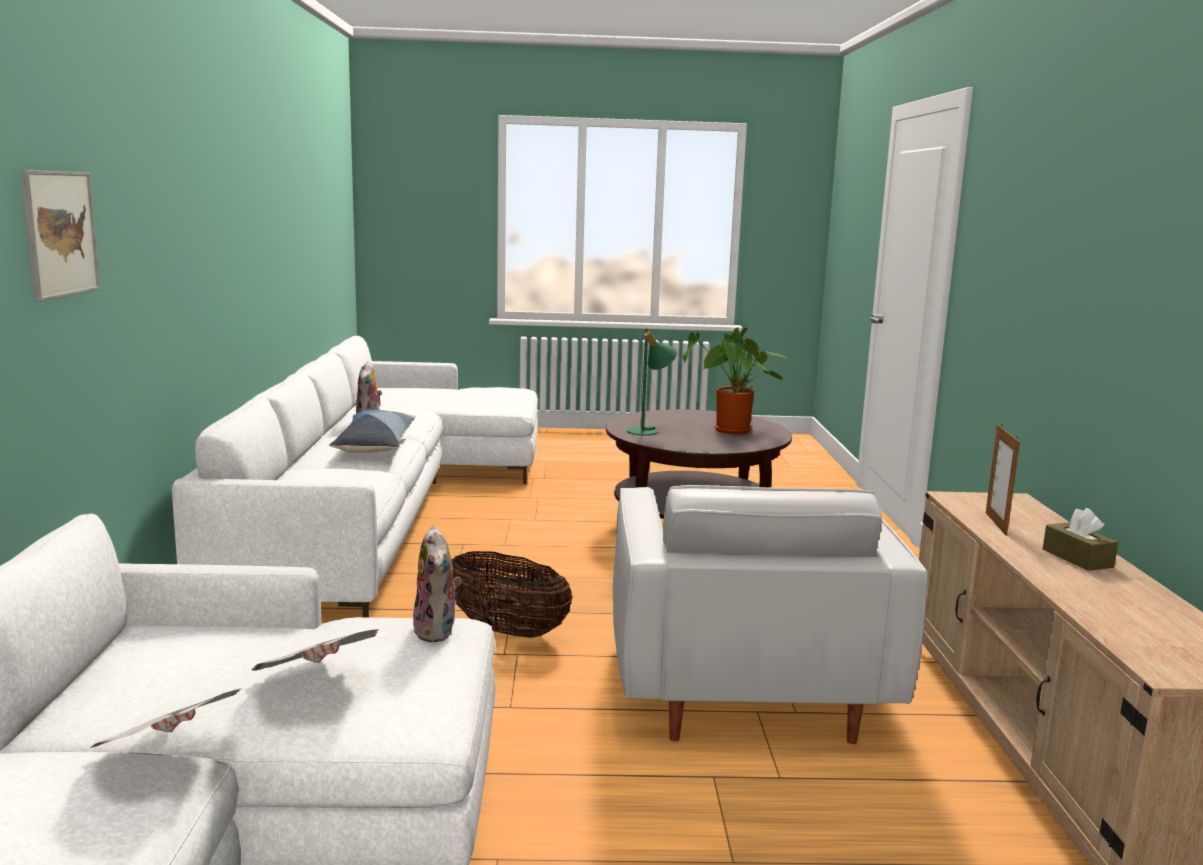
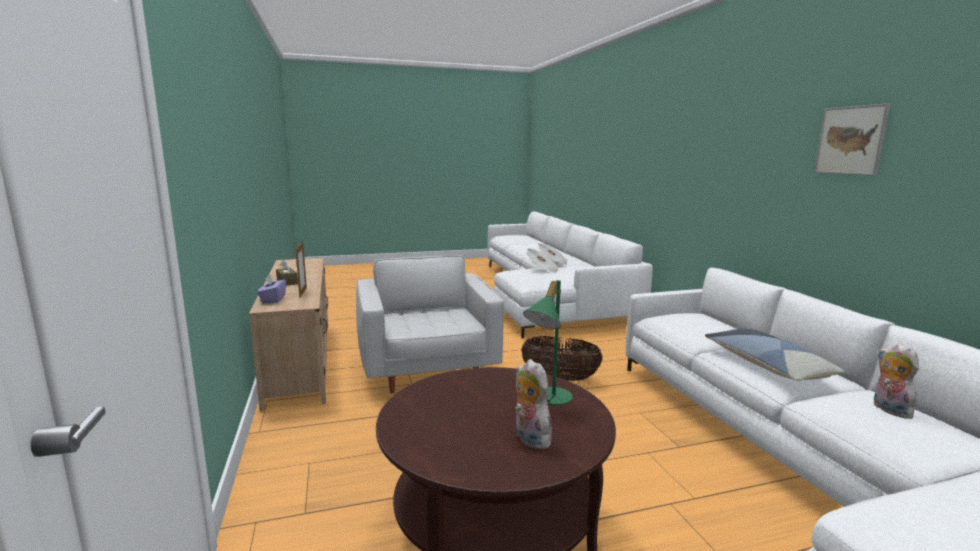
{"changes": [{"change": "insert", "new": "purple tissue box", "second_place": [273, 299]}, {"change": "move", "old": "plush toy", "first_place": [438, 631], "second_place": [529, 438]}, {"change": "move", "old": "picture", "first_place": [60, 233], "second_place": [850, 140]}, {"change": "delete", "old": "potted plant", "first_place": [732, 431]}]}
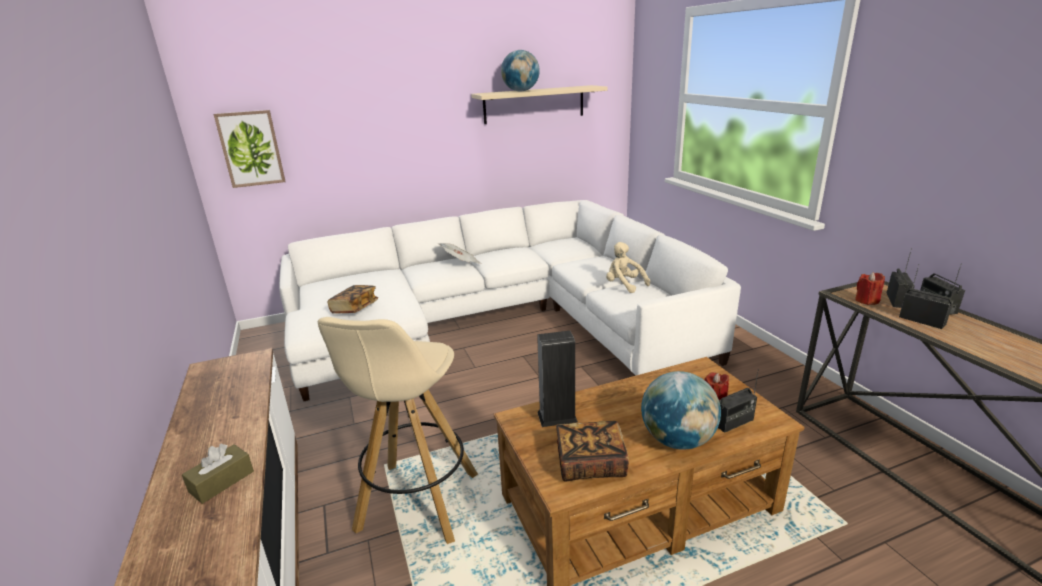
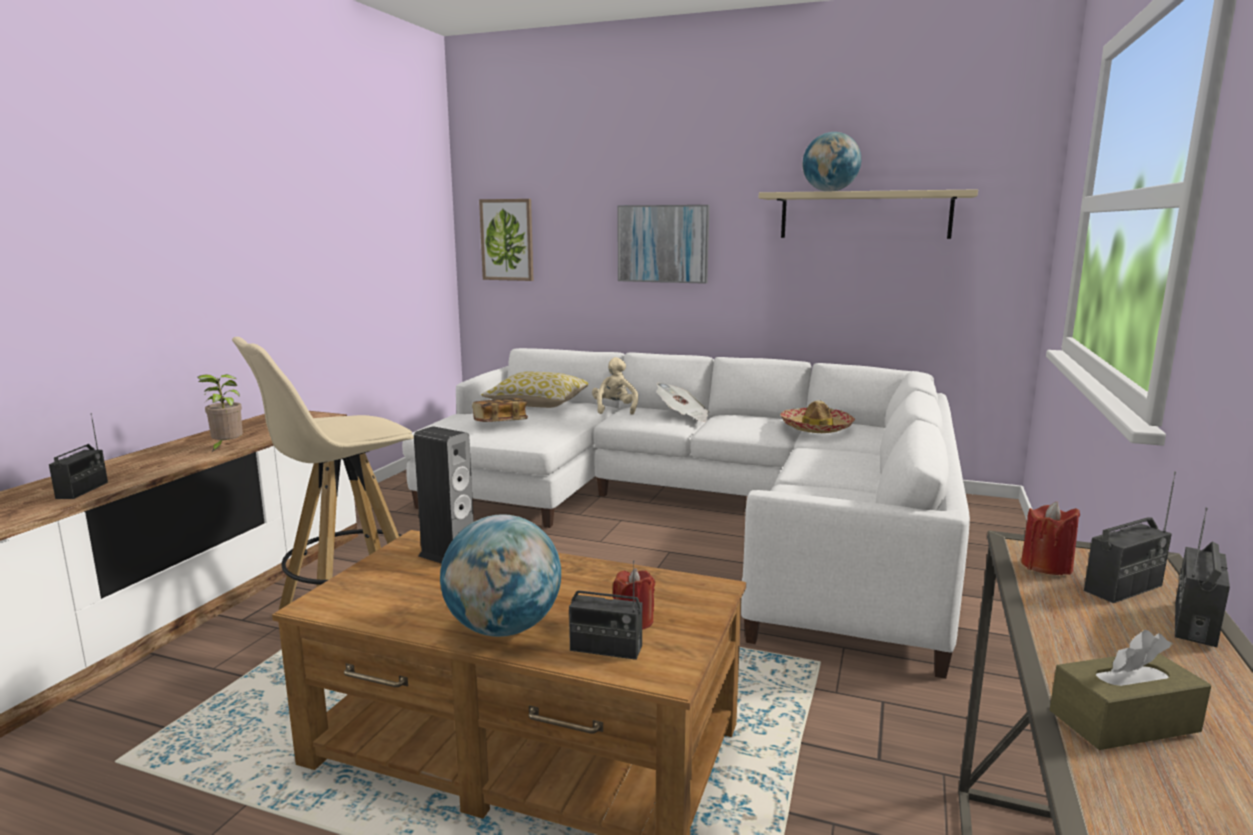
{"changes": [{"change": "move", "old": "radio", "first_place": [922, 320], "second_place": [82, 490]}, {"change": "insert", "new": "potted plant", "second_place": [226, 448]}, {"change": "insert", "new": "pillow", "second_place": [538, 404]}, {"change": "move", "old": "beige plush toy", "first_place": [624, 285], "second_place": [615, 409]}, {"change": "insert", "new": "picture", "second_place": [663, 244]}, {"change": "insert", "new": "hat", "second_place": [816, 428]}, {"change": "move", "old": "brown tissue box", "first_place": [221, 481], "second_place": [1123, 721]}, {"change": "delete", "old": "book", "first_place": [590, 464]}]}
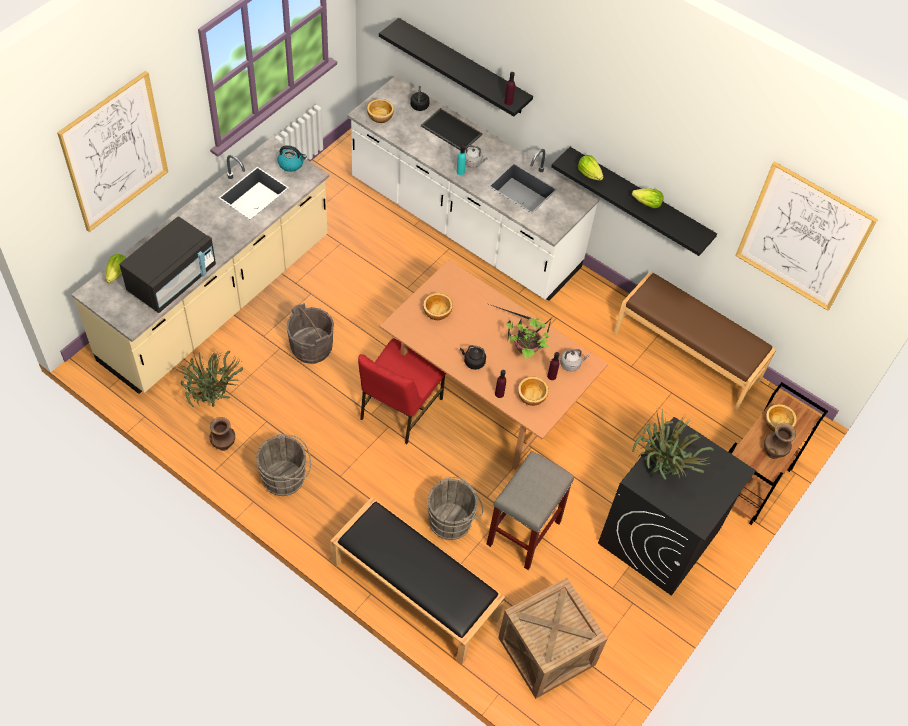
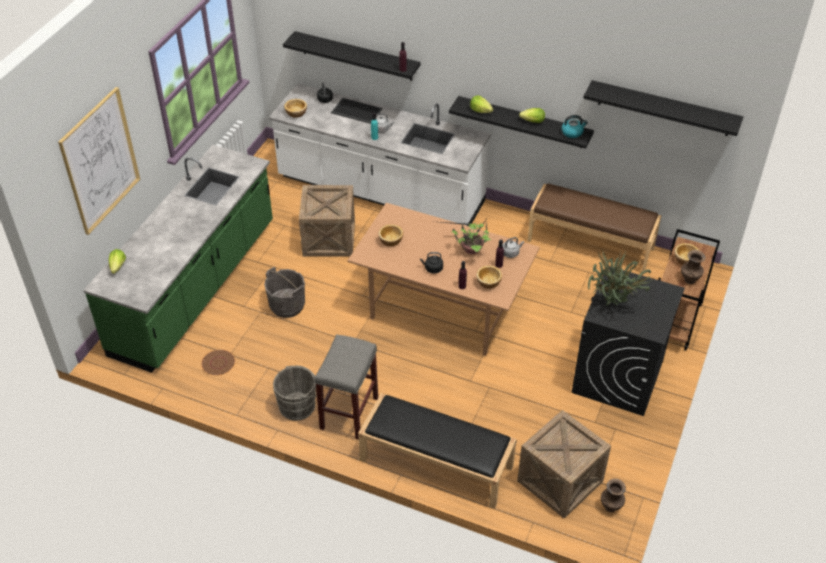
{"changes": [{"change": "recolor", "old": "beige counter", "new": "green counter", "first_place": [217, 299], "second_place": [196, 288]}, {"change": "replace", "old": "potted plant", "new": "brown plate", "first_place": [214, 401], "second_place": [218, 363]}, {"change": "insert", "new": "crate", "second_place": [329, 239]}, {"change": "move", "old": "grey stool", "first_place": [523, 534], "second_place": [349, 414]}, {"change": "move", "old": "kettle", "first_place": [291, 164], "second_place": [572, 132]}, {"change": "replace", "old": "picture", "new": "black shelf", "first_place": [803, 237], "second_place": [664, 108]}, {"change": "move", "old": "brown vase", "first_place": [224, 445], "second_place": [611, 506]}, {"change": "delete", "old": "black microwave", "first_place": [172, 280]}, {"change": "delete", "old": "red chair", "first_place": [399, 409]}, {"change": "delete", "old": "grey bucket", "first_place": [452, 520]}]}
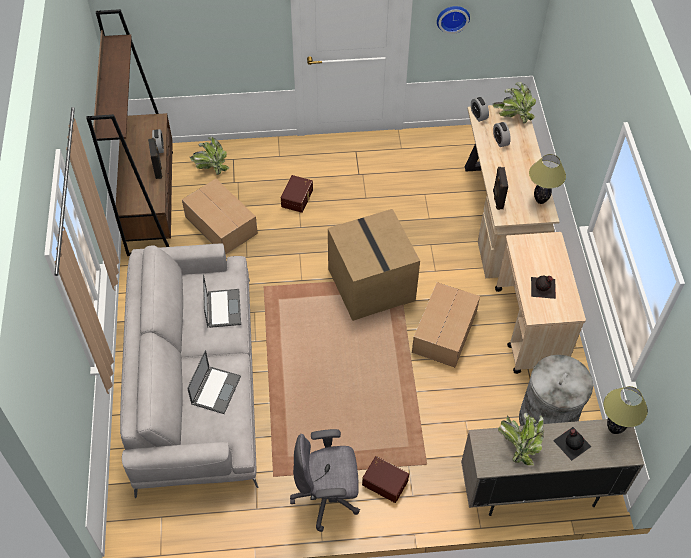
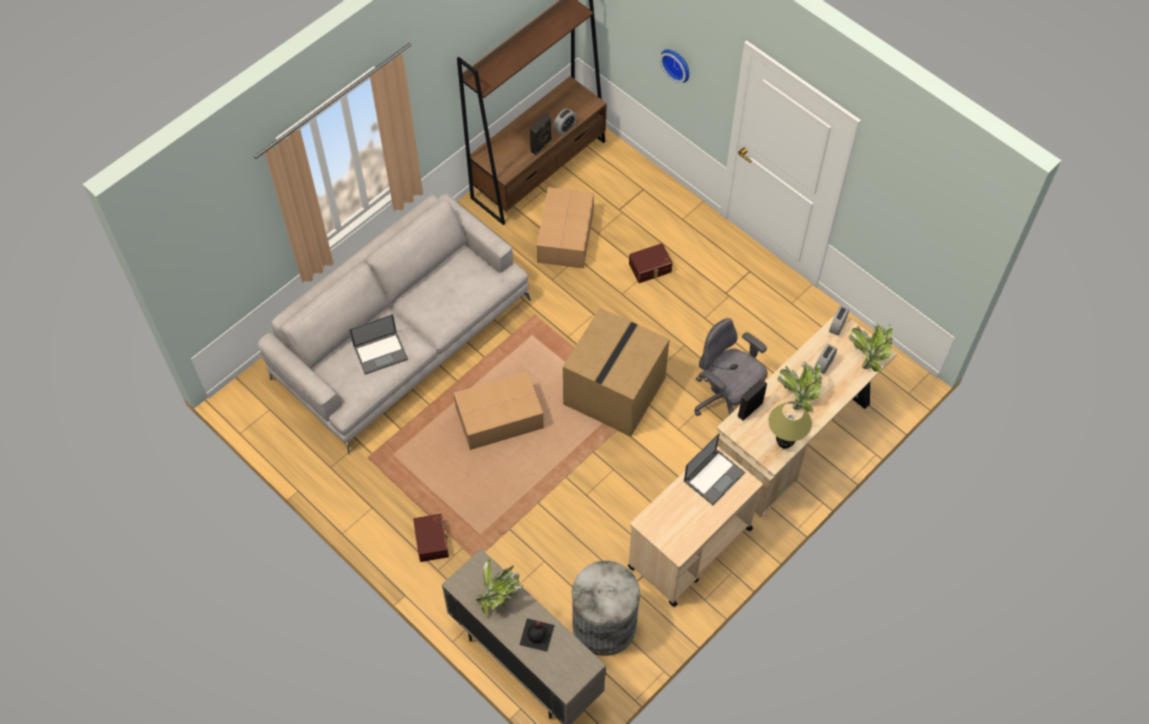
{"changes": [{"change": "move", "old": "cardboard box", "first_place": [445, 331], "second_place": [501, 418]}, {"change": "move", "old": "wall clock", "first_place": [452, 17], "second_place": [677, 64]}, {"change": "move", "old": "laptop", "first_place": [223, 308], "second_place": [714, 476]}, {"change": "move", "old": "grey office chair", "first_place": [327, 497], "second_place": [725, 399]}, {"change": "move", "old": "potted plant", "first_place": [211, 166], "second_place": [798, 393]}, {"change": "delete", "old": "black bottle", "first_place": [543, 288]}, {"change": "delete", "old": "table lamp", "first_place": [614, 429]}]}
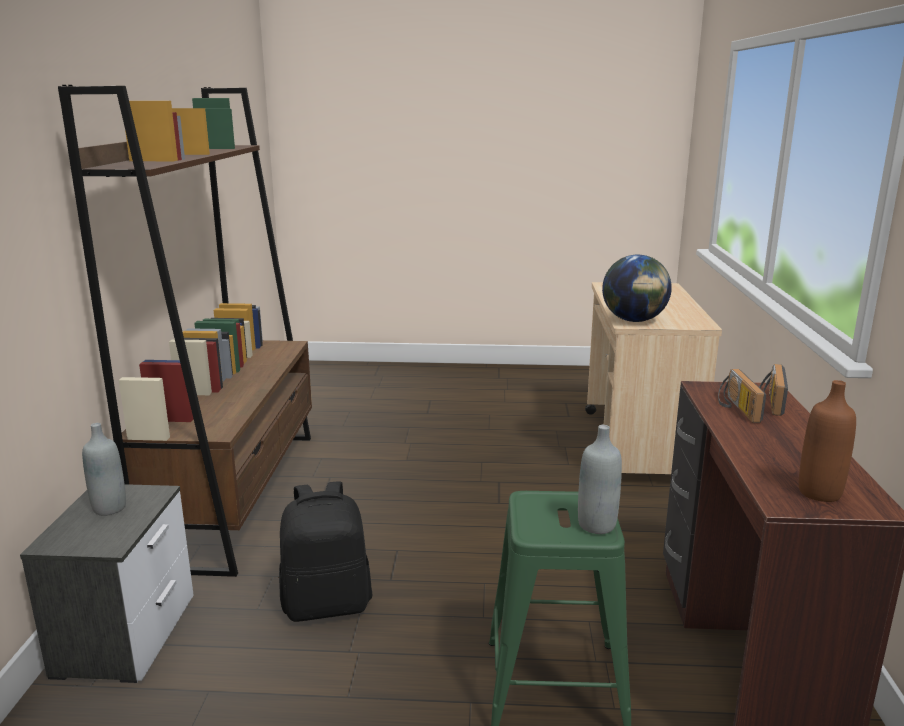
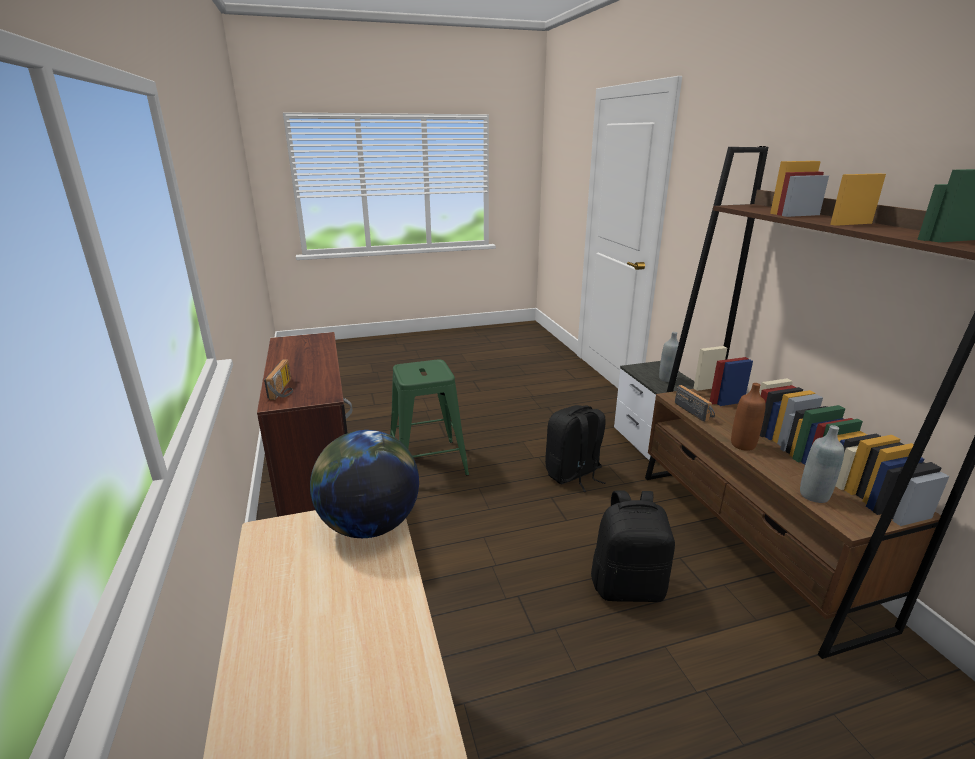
{"changes": [{"change": "insert", "new": "black backpack", "second_place": [628, 586]}, {"change": "move", "old": "radio", "first_place": [735, 408], "second_place": [695, 411]}, {"change": "move", "old": "brown bottle", "first_place": [819, 493], "second_place": [742, 445]}, {"change": "move", "old": "grey bottle", "first_place": [597, 525], "second_place": [814, 495]}]}
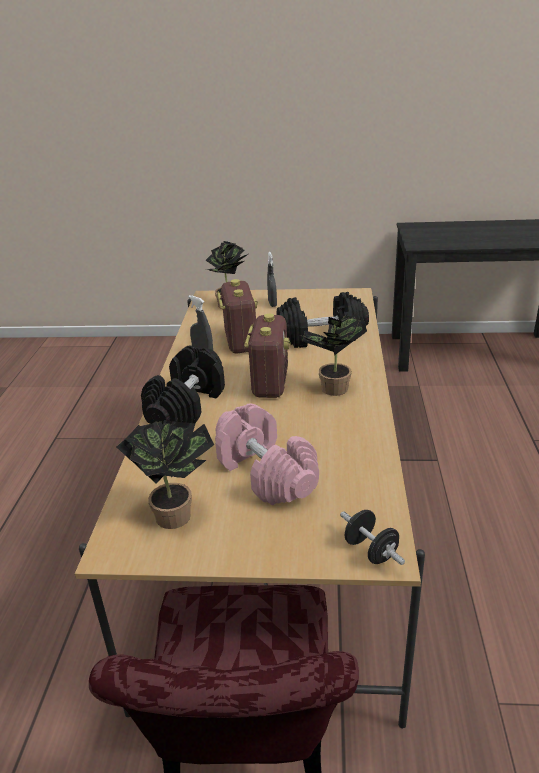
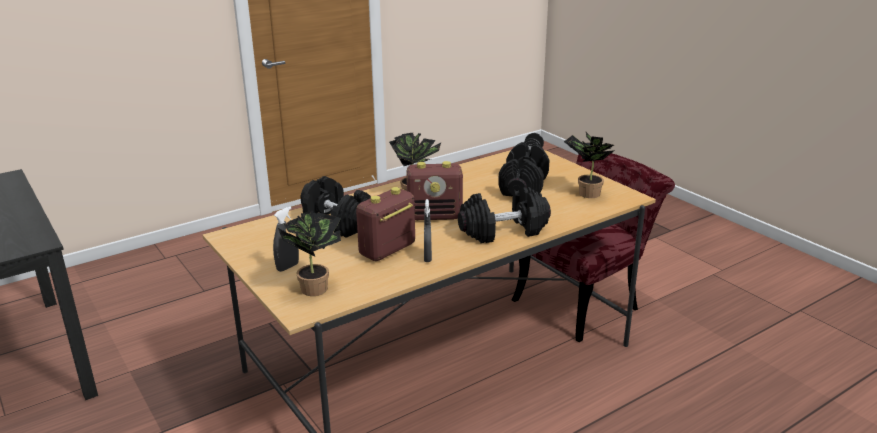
{"changes": [{"change": "rotate", "old": "radio", "first_place": [270, 383], "second_place": [435, 216], "degrees": -150}, {"change": "recolor", "old": "pink dumbbell", "new": "black dumbbell", "first_place": [265, 473], "second_place": [523, 186]}]}
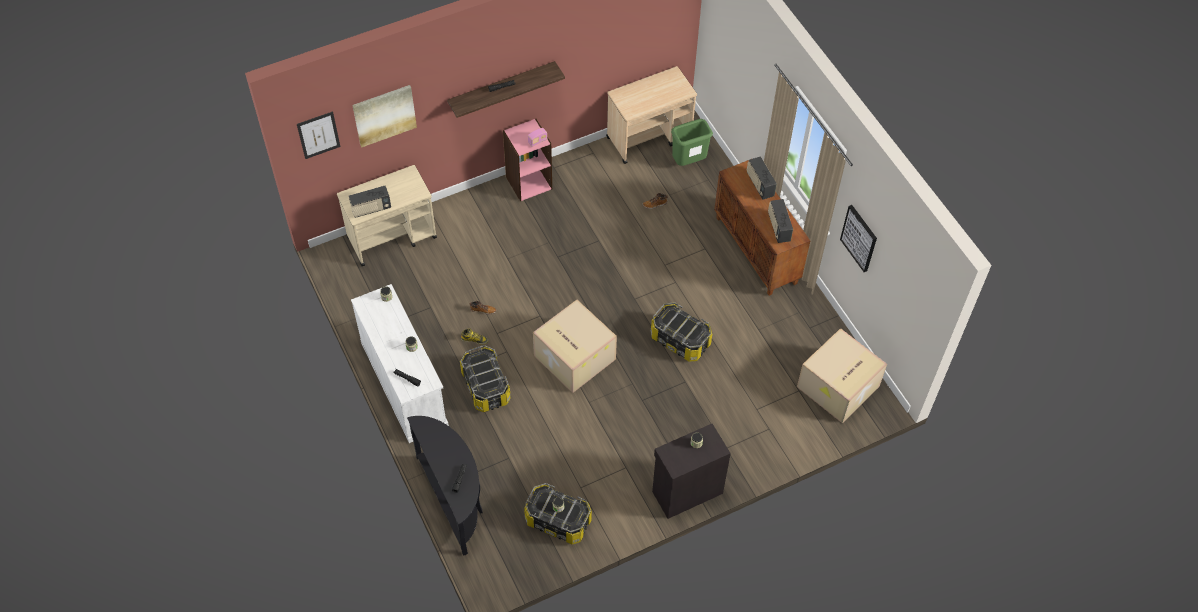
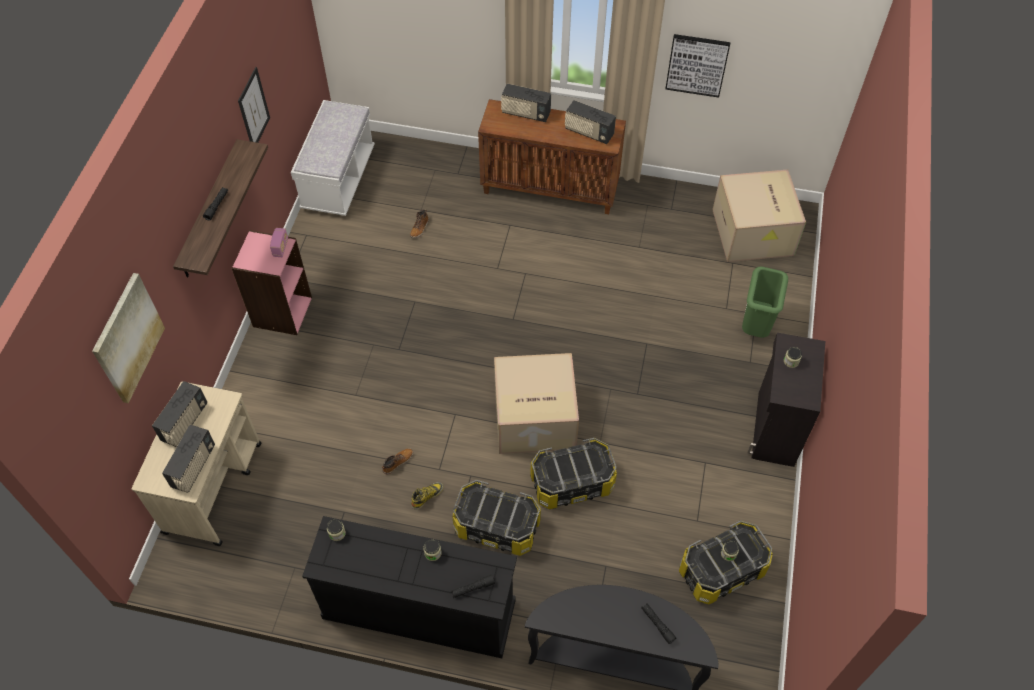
{"changes": [{"change": "insert", "new": "radio", "second_place": [185, 423]}, {"change": "move", "old": "picture", "first_place": [318, 135], "second_place": [253, 109]}, {"change": "replace", "old": "beige cart", "new": "white bench", "first_place": [649, 137], "second_place": [338, 179]}, {"change": "recolor", "old": "white dresser", "new": "black dresser", "first_place": [403, 383], "second_place": [418, 609]}, {"change": "move", "old": "storage box", "first_place": [680, 340], "second_place": [572, 482]}, {"change": "move", "old": "green trash can", "first_place": [689, 162], "second_place": [754, 326]}]}
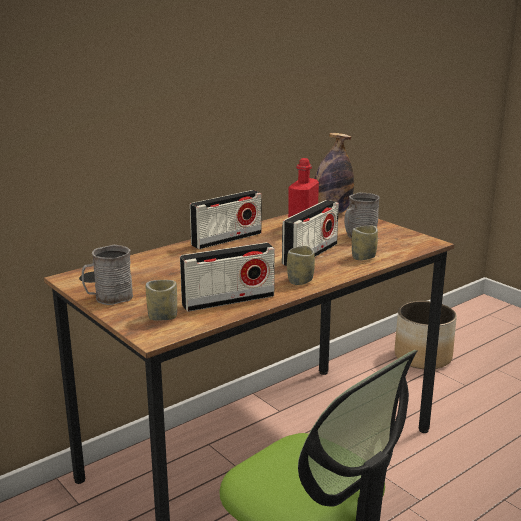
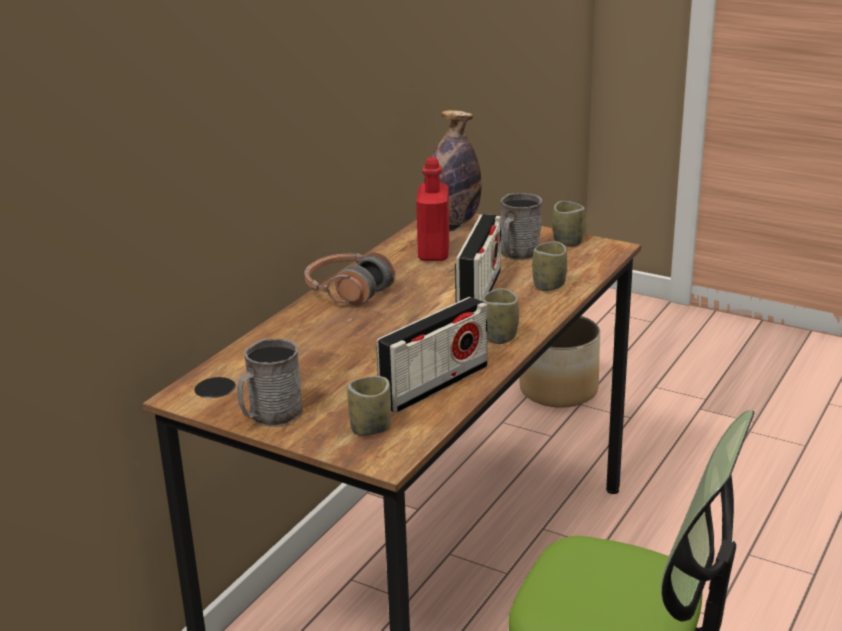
{"changes": [{"change": "replace", "old": "radio", "new": "headphones", "first_place": [227, 239], "second_place": [348, 291]}, {"change": "insert", "new": "cup", "second_place": [568, 241]}]}
